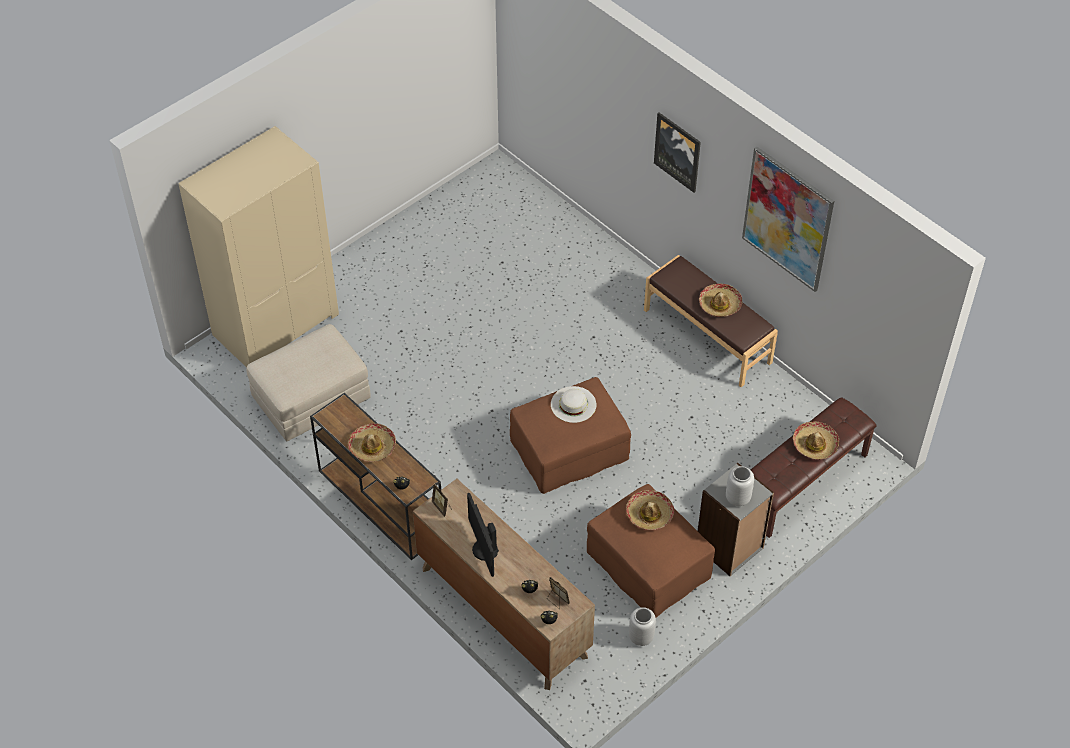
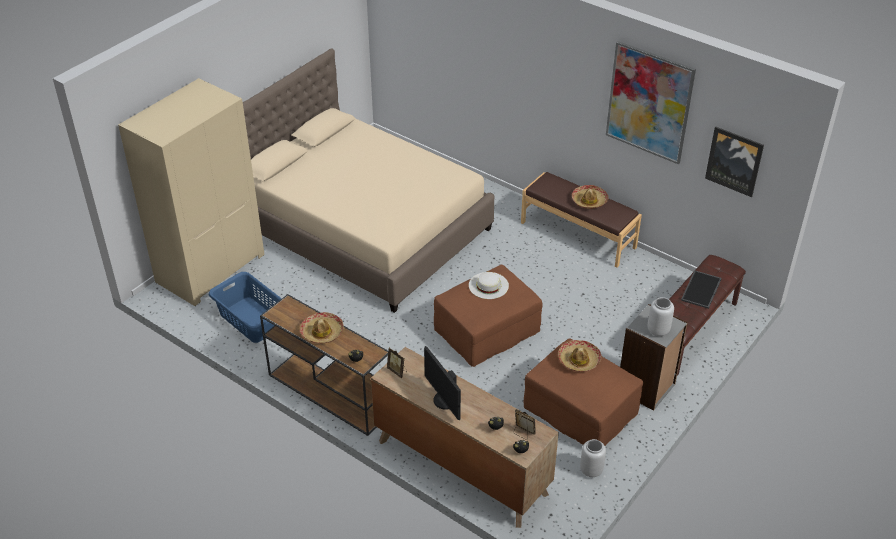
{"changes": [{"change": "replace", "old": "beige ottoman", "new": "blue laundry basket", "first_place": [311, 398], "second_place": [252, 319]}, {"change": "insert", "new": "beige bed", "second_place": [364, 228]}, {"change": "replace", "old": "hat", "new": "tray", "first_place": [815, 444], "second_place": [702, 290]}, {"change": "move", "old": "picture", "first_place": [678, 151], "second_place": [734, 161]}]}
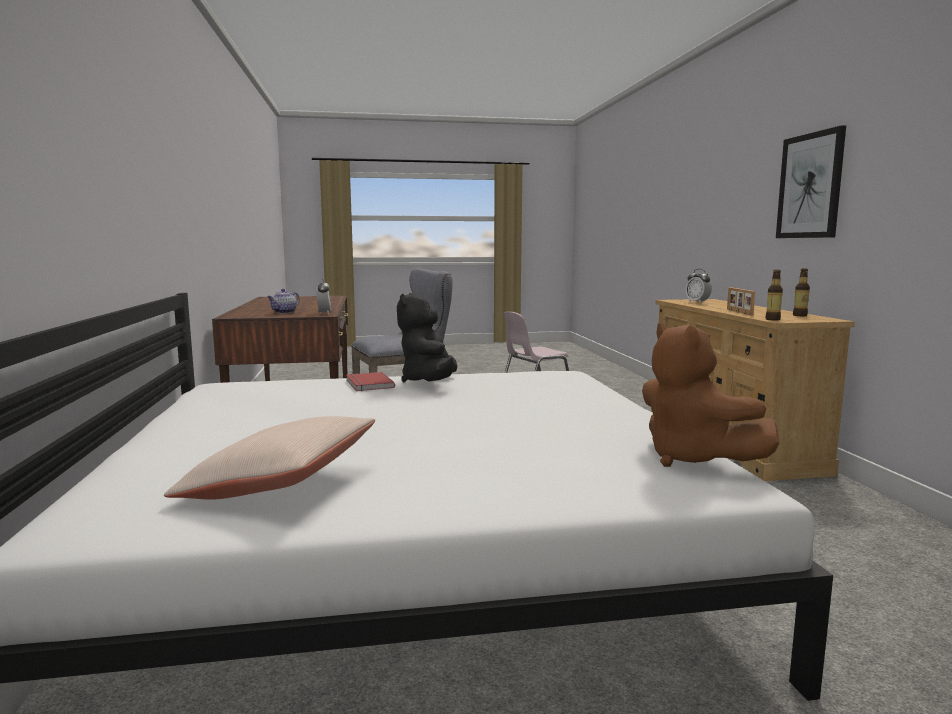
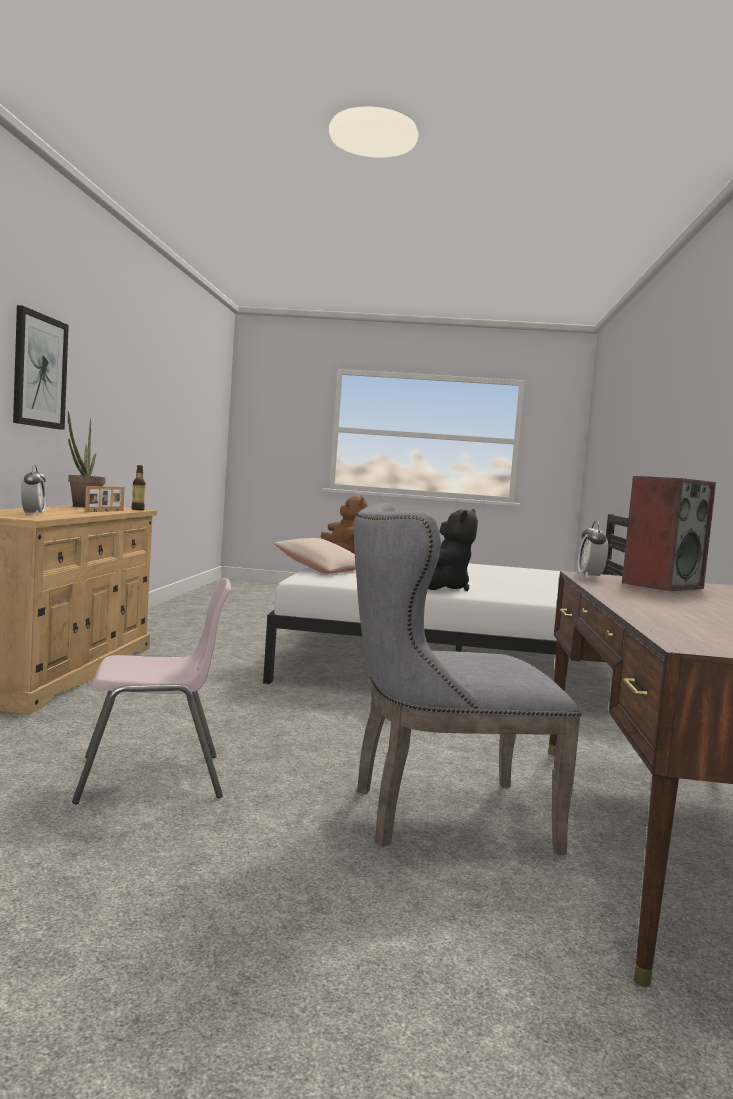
{"changes": [{"change": "replace", "old": "bottle", "new": "potted plant", "first_place": [800, 315], "second_place": [82, 507]}, {"change": "move", "old": "beige pillow", "first_place": [280, 485], "second_place": [321, 570]}, {"change": "replace", "old": "teapot", "new": "speaker", "first_place": [284, 312], "second_place": [662, 585]}, {"change": "delete", "old": "red book", "first_place": [368, 384]}]}
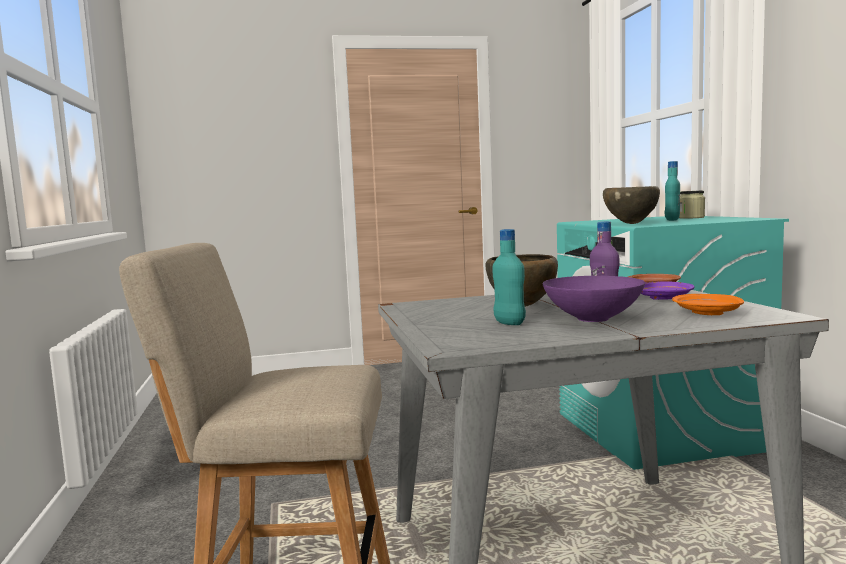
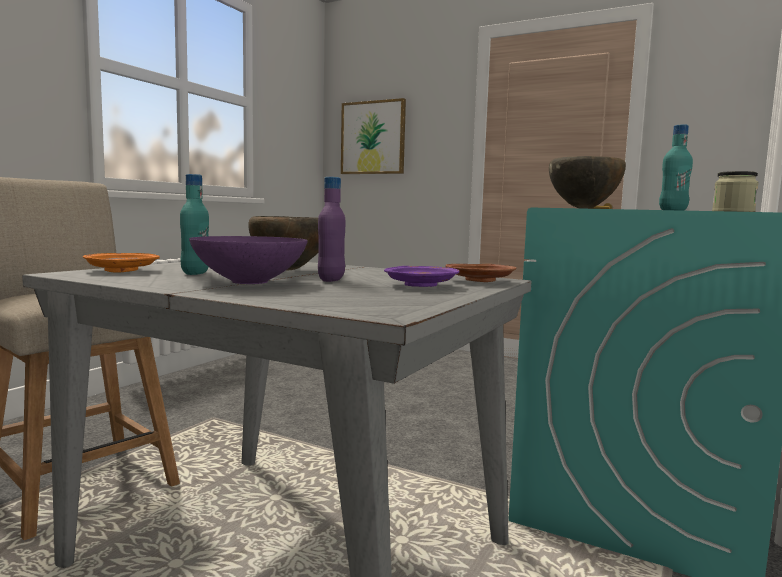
{"changes": [{"change": "move", "old": "orange plate", "first_place": [707, 313], "second_place": [121, 270]}, {"change": "insert", "new": "picture", "second_place": [373, 138]}]}
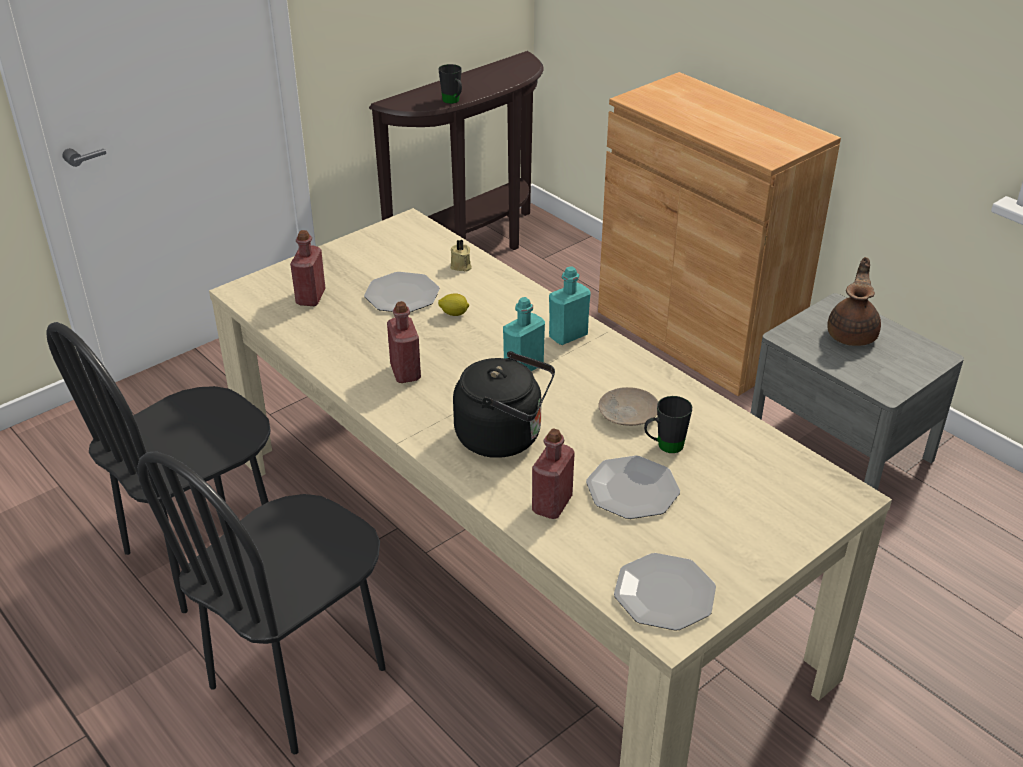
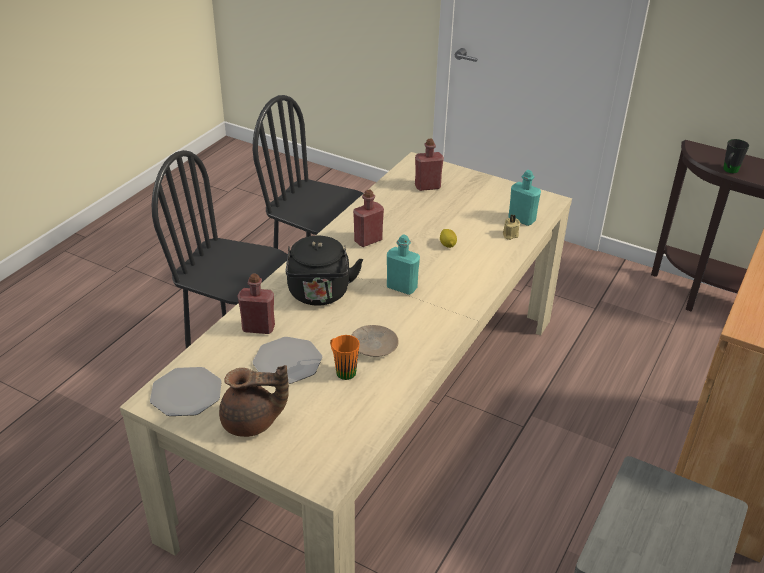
{"changes": [{"change": "move", "old": "brown teapot", "first_place": [852, 334], "second_place": [252, 422]}, {"change": "recolor", "old": "black mug", "new": "orange mug", "first_place": [664, 447], "second_place": [342, 370]}, {"change": "move", "old": "turquoise bottle", "first_place": [568, 336], "second_place": [521, 219]}, {"change": "delete", "old": "plate", "first_place": [402, 295]}]}
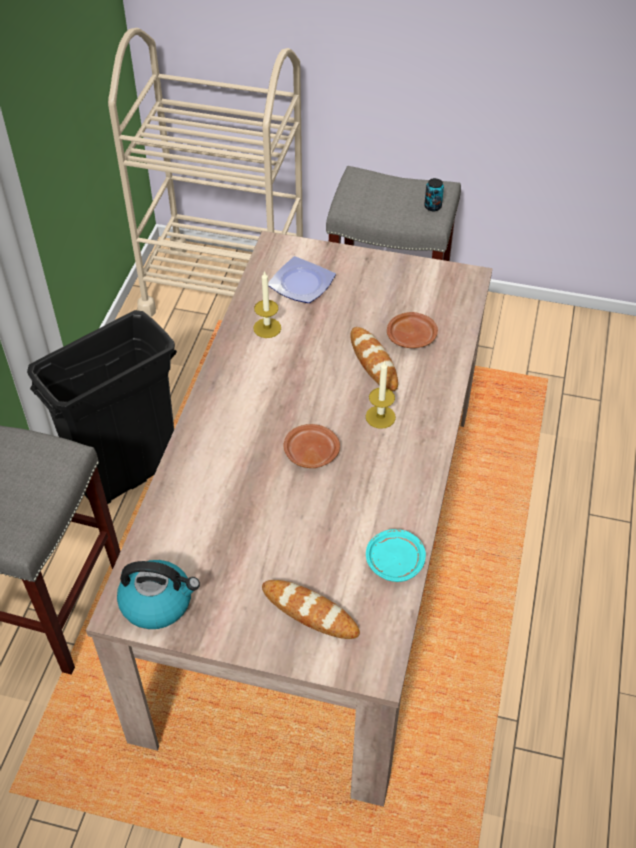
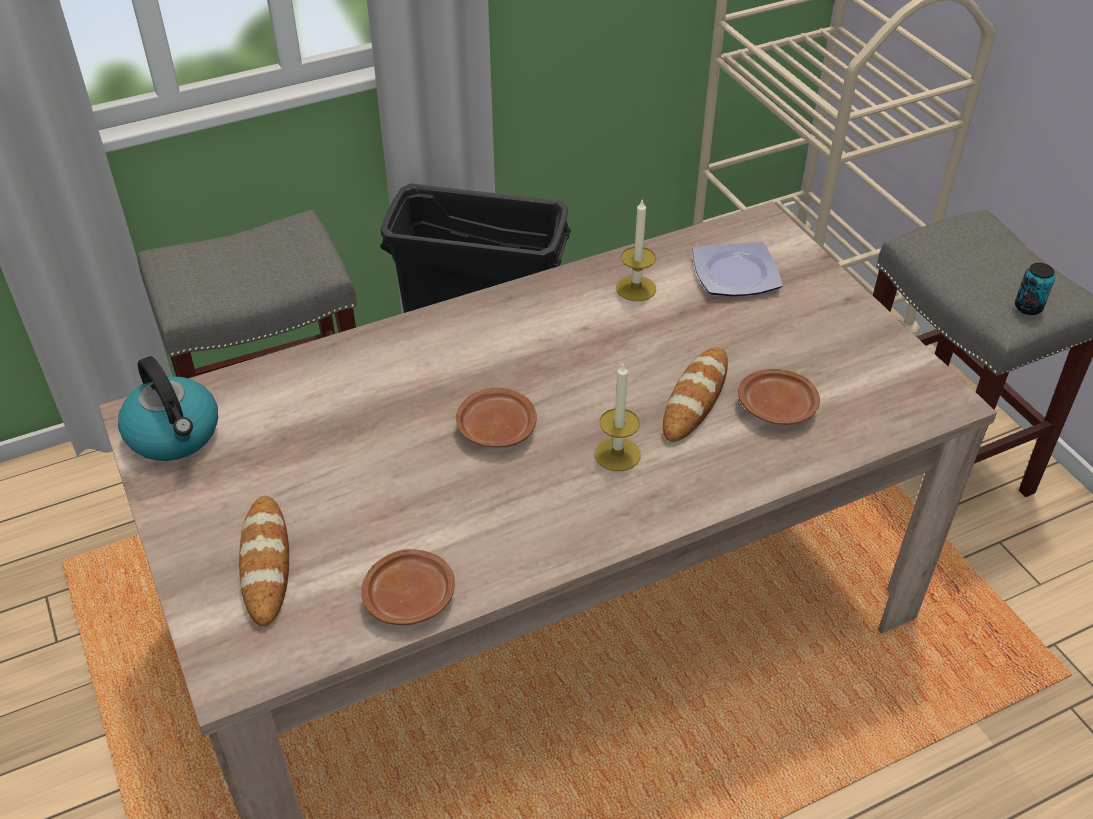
{"changes": [{"change": "recolor", "old": "turquoise plate", "new": "brown plate", "first_place": [394, 560], "second_place": [410, 596]}]}
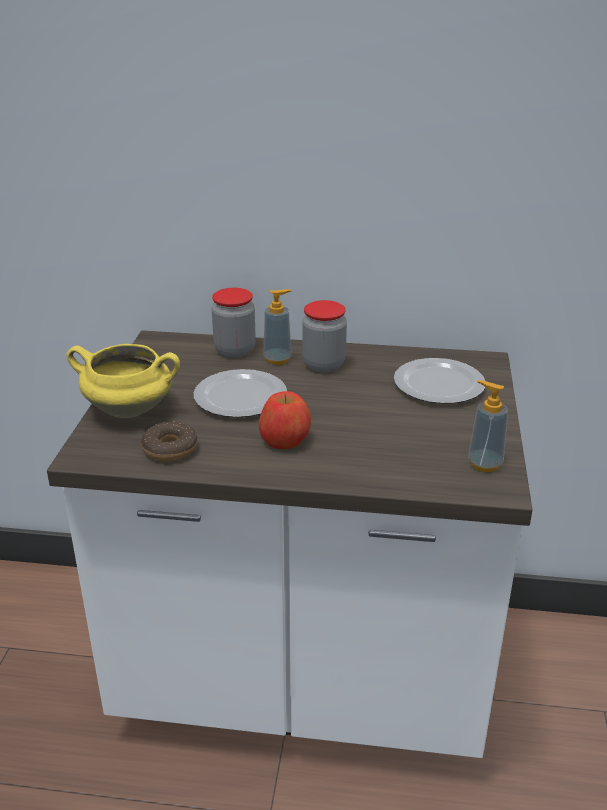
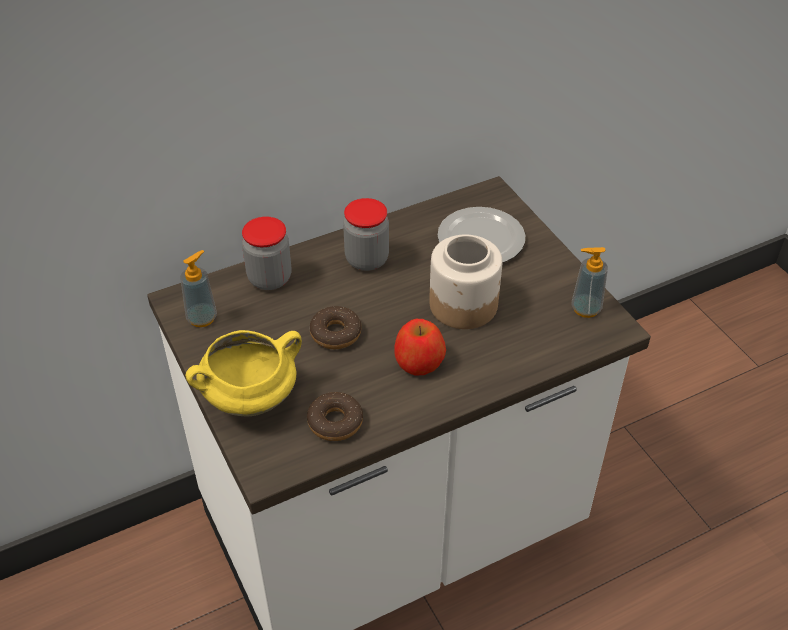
{"changes": [{"change": "move", "old": "soap dispenser", "first_place": [277, 359], "second_place": [202, 318]}, {"change": "replace", "old": "plate", "new": "donut", "first_place": [241, 398], "second_place": [335, 333]}, {"change": "insert", "new": "jar", "second_place": [464, 304]}]}
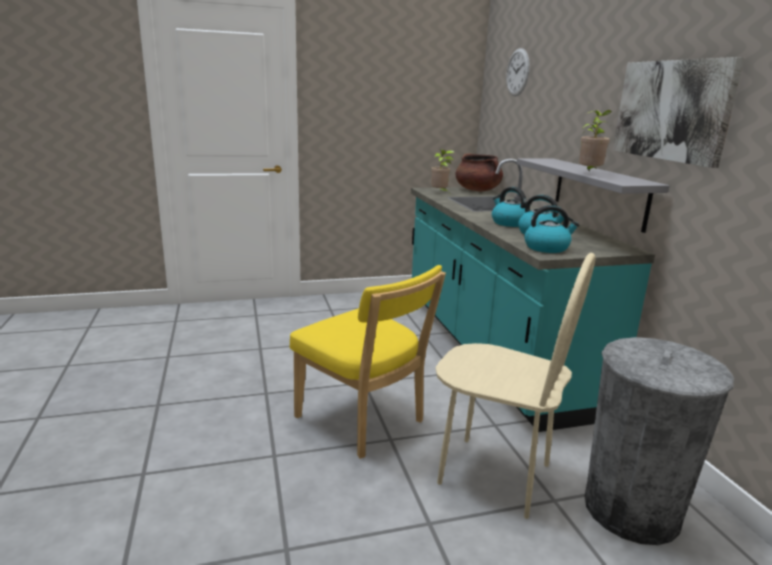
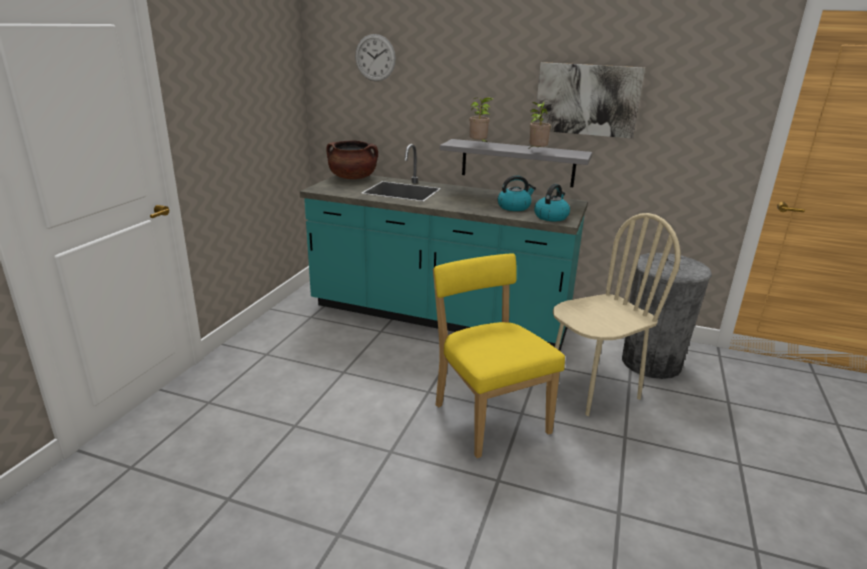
{"changes": [{"change": "rotate", "old": "yellow chair", "first_place": [363, 422], "second_place": [488, 416], "degrees": -105}, {"change": "move", "old": "potted plant", "first_place": [440, 193], "second_place": [479, 145]}, {"change": "delete", "old": "kettle", "first_place": [509, 223]}]}
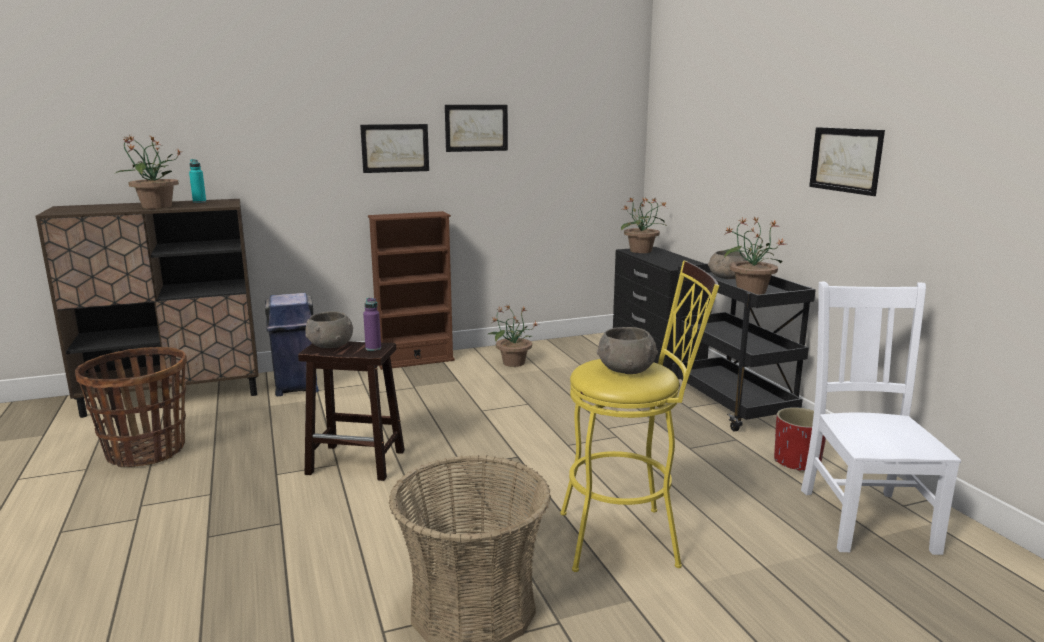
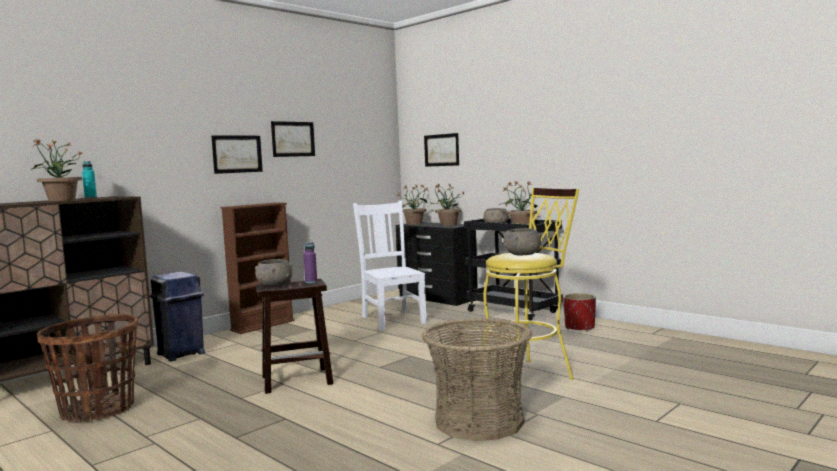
{"changes": [{"change": "move", "old": "white chair", "first_place": [864, 517], "second_place": [392, 319]}, {"change": "move", "old": "picture", "first_place": [845, 160], "second_place": [441, 150]}, {"change": "move", "old": "potted plant", "first_place": [513, 363], "second_place": [448, 224]}]}
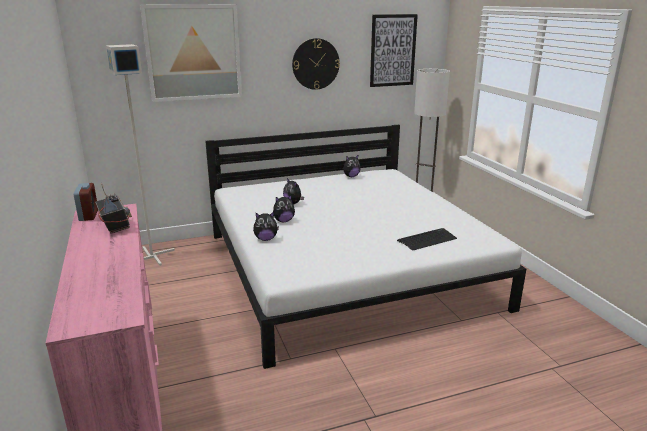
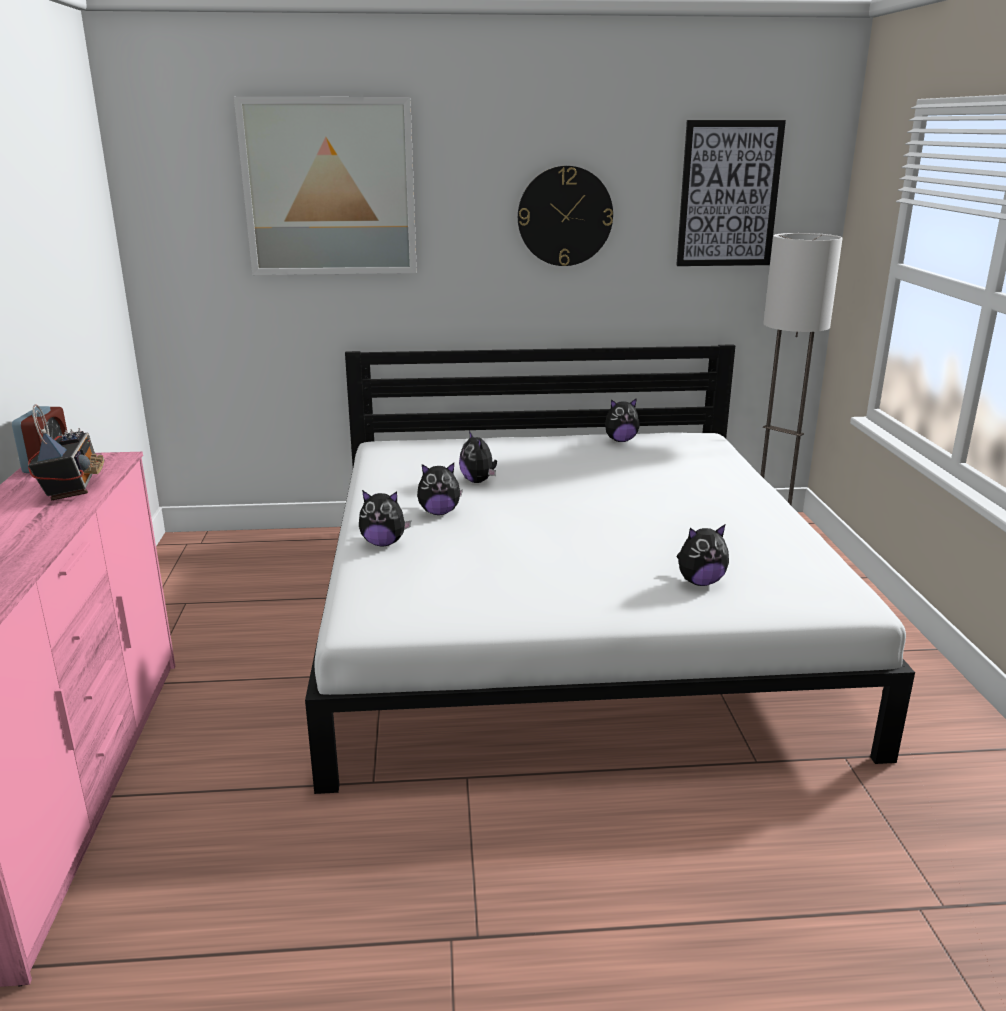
{"changes": [{"change": "replace", "old": "keyboard", "new": "plush toy", "first_place": [427, 240], "second_place": [700, 582]}, {"change": "delete", "old": "grey floor lamp", "first_place": [151, 256]}]}
